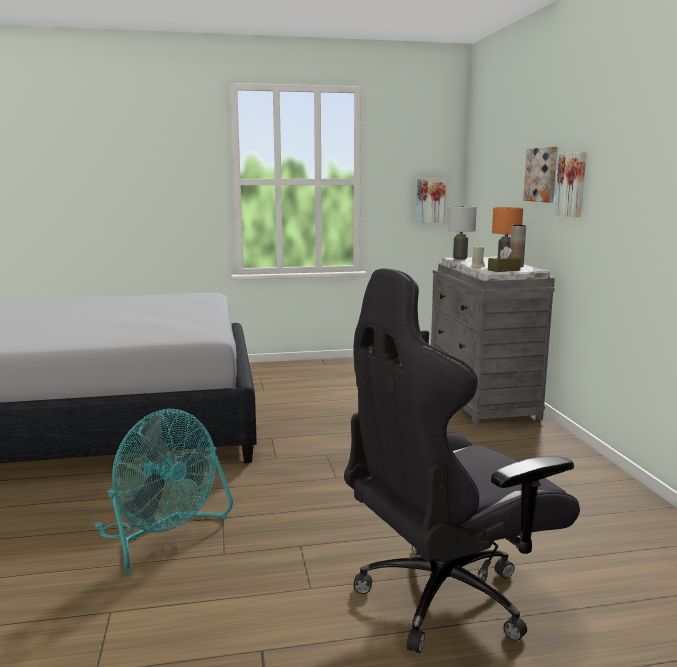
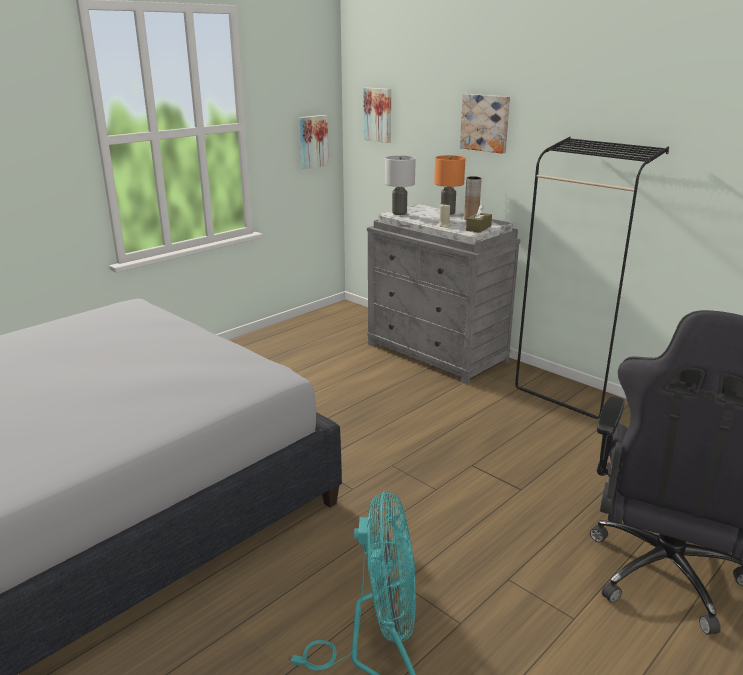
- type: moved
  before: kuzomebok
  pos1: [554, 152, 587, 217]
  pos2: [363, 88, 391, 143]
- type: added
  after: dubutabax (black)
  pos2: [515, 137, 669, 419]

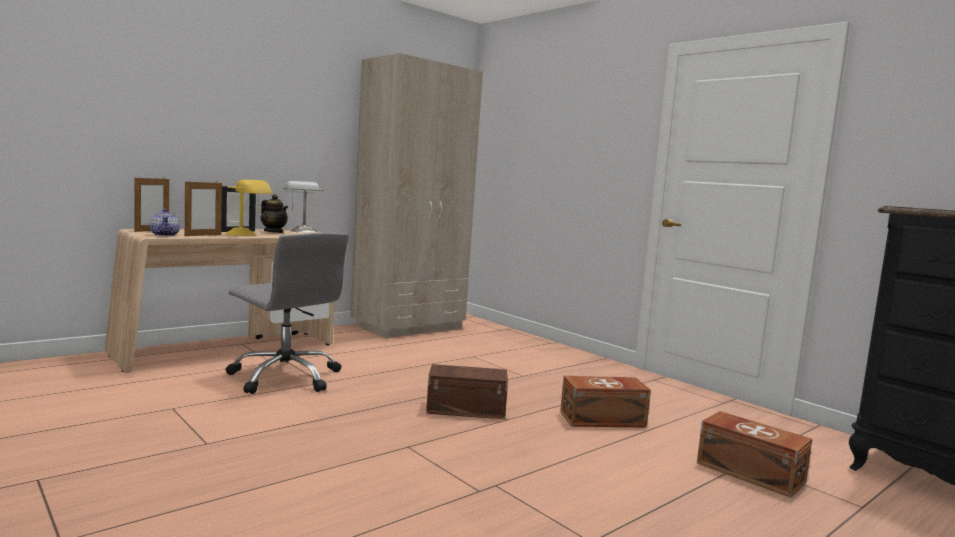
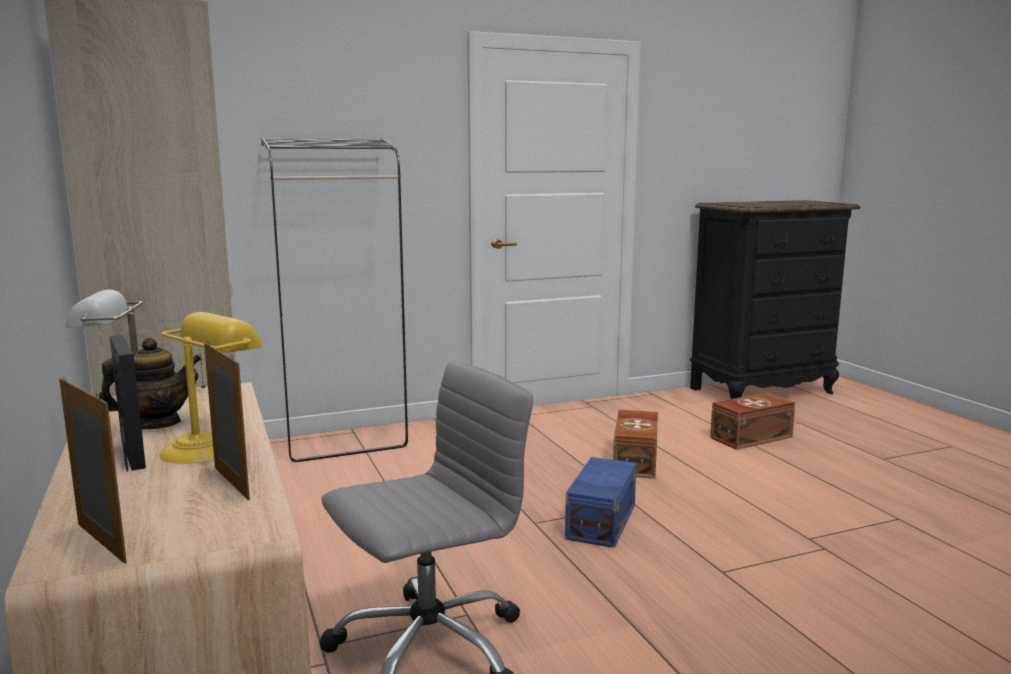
- type: removed
  before: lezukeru
  pos1: [150, 209, 180, 236]
- type: recoloured
  before: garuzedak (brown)
  after: garuzedak (blue)
  pos1: [426, 364, 508, 419]
  pos2: [565, 457, 636, 548]
- type: added
  after: dubutabax (black)
  pos2: [261, 137, 408, 462]

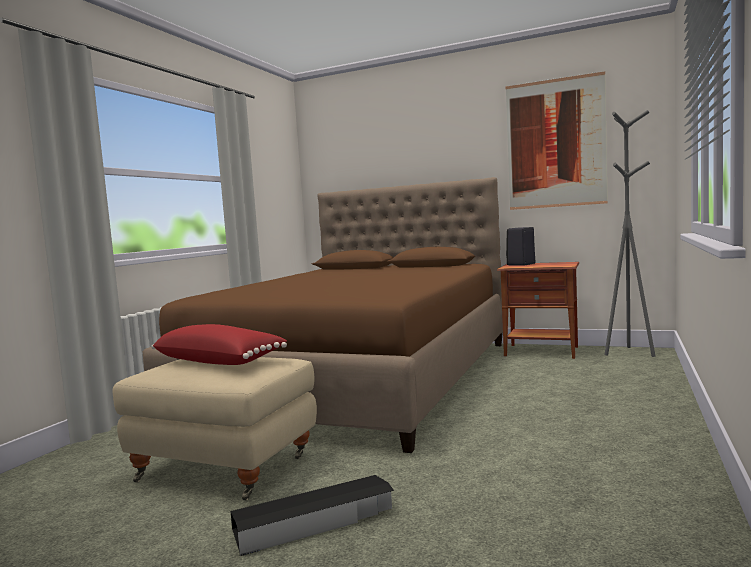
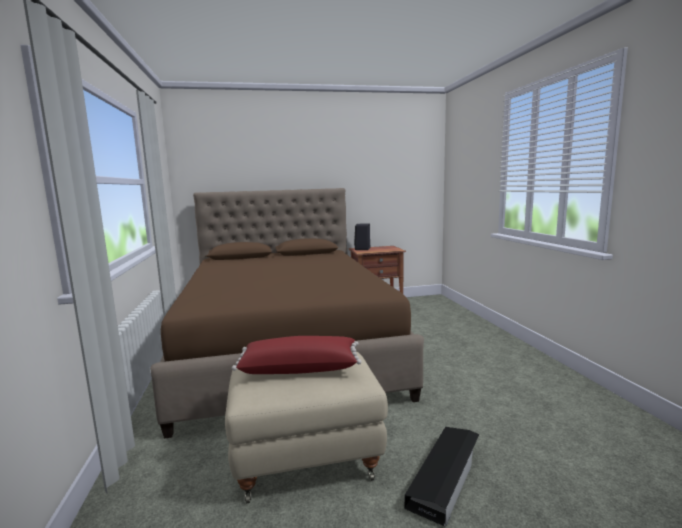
- type: removed
  before: kuzomebok
  pos1: [506, 71, 608, 210]
- type: removed
  before: dubutabax (grey)
  pos1: [604, 110, 656, 357]

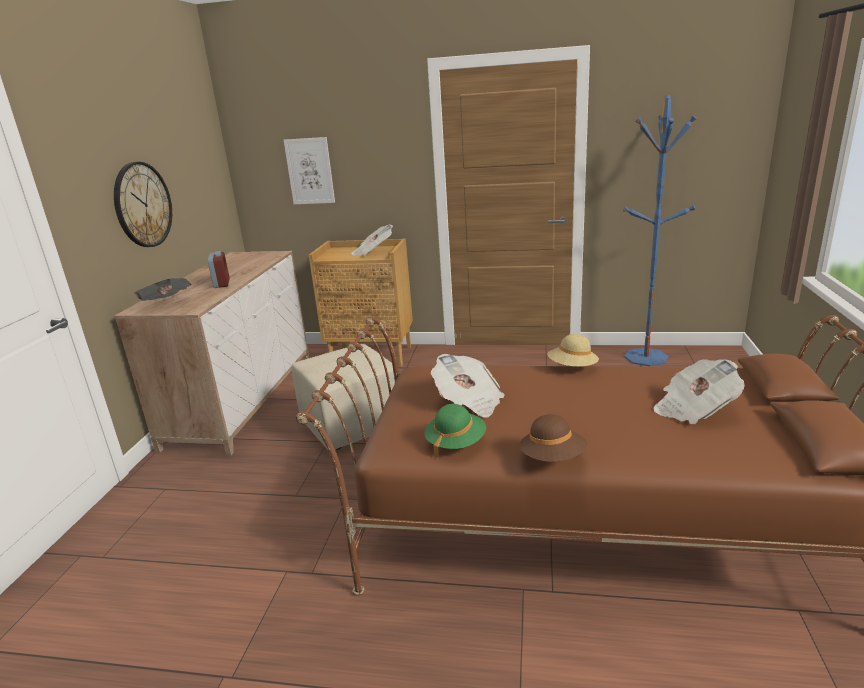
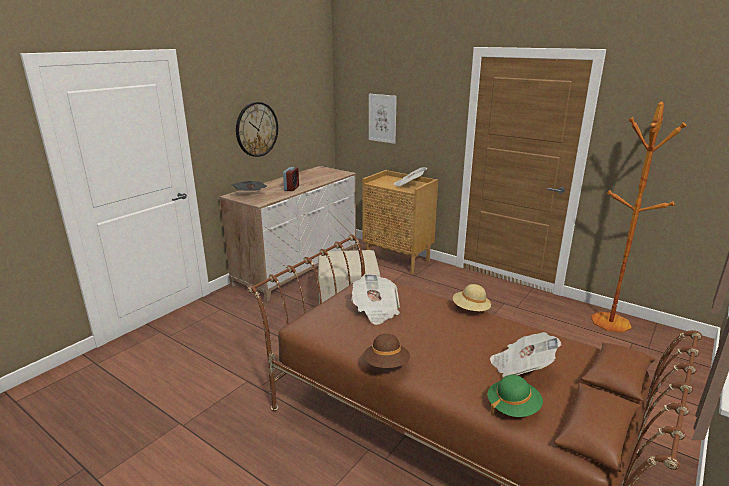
- type: recoloured
  before: dubutabax (blue)
  after: dubutabax (orange)
  pos1: [623, 95, 696, 366]
  pos2: [591, 102, 687, 333]
- type: moved
  before: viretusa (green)
  pos1: [424, 404, 486, 457]
  pos2: [487, 375, 543, 417]

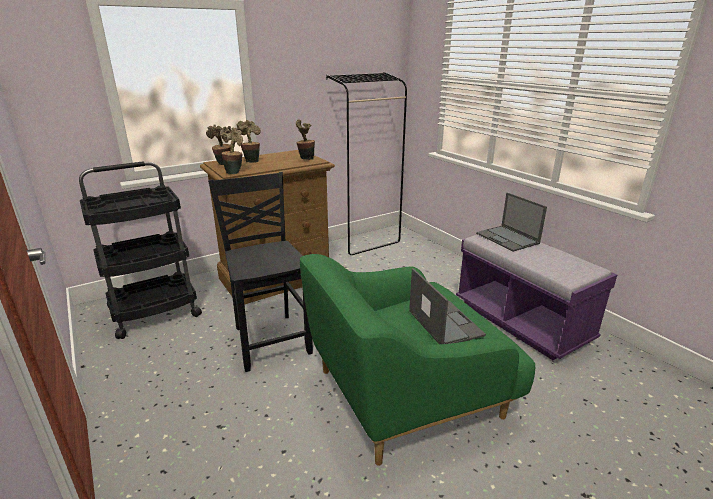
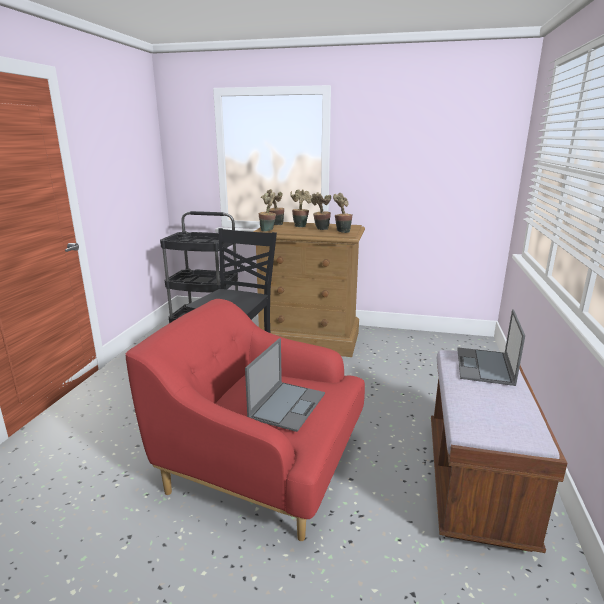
- type: removed
  before: dubutabax (black)
  pos1: [326, 72, 407, 255]
- type: recoloured
  before: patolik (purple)
  after: patolik (brown)
  pos1: [456, 234, 617, 360]
  pos2: [431, 350, 567, 553]
- type: recoloured
  before: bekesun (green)
  after: bekesun (red)
  pos1: [300, 254, 535, 466]
  pos2: [126, 299, 365, 541]
- type: added
  after: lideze
  pos2: [311, 192, 331, 230]

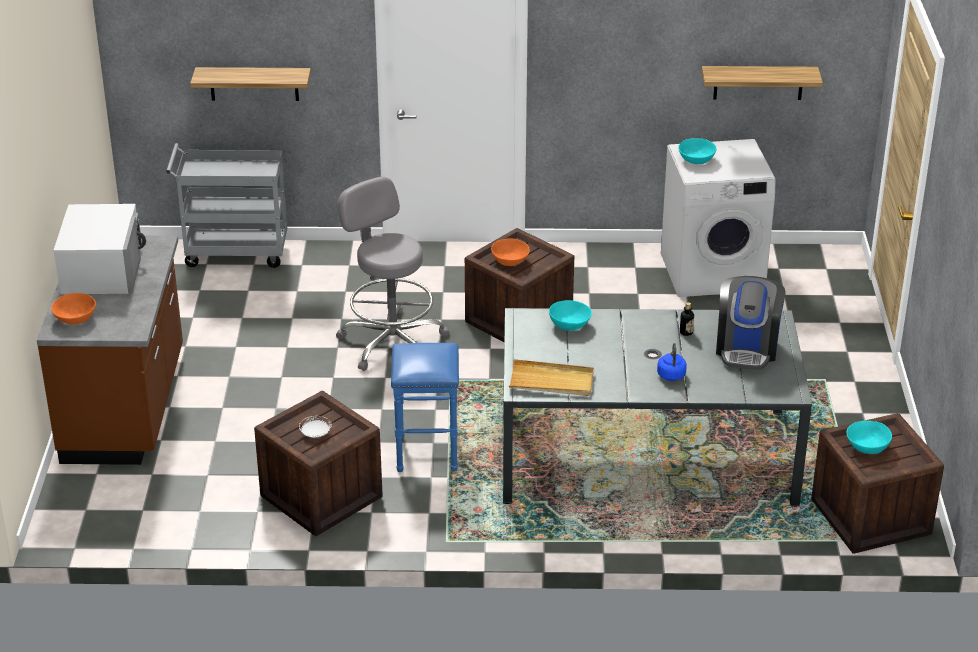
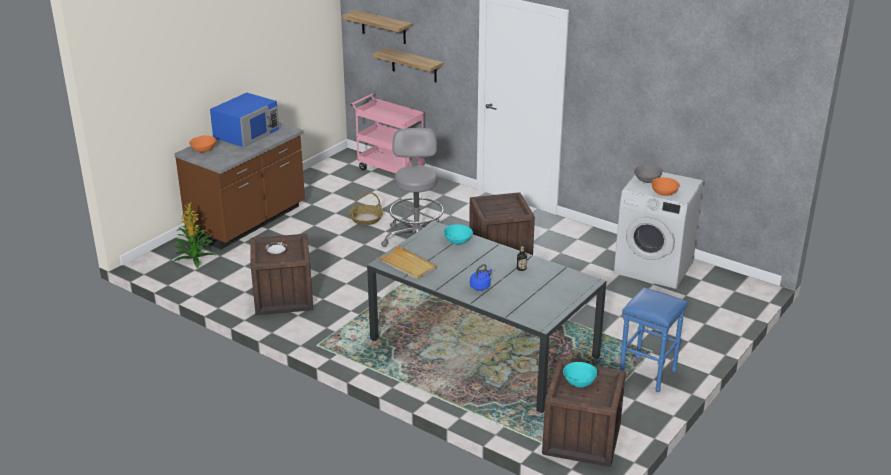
- type: moved
  before: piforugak
  pos1: [702, 66, 823, 100]
  pos2: [342, 10, 412, 44]
- type: recoloured
  before: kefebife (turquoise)
  after: kefebife (grey)
  pos1: [678, 138, 717, 164]
  pos2: [634, 165, 662, 183]
- type: recoloured
  before: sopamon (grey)
  after: sopamon (pink)
  pos1: [166, 143, 287, 268]
  pos2: [350, 93, 425, 173]
- type: recoloured
  before: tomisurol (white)
  after: tomisurol (blue)
  pos1: [54, 204, 146, 294]
  pos2: [210, 93, 279, 148]
- type: moved
  before: kefebife (orange)
  pos1: [491, 238, 530, 266]
  pos2: [651, 177, 680, 196]
- type: removed
  before: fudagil
  pos1: [716, 276, 786, 370]
- type: moved
  before: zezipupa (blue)
  pos1: [391, 343, 459, 472]
  pos2: [620, 288, 688, 392]
- type: added
  after: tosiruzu
  pos2: [349, 192, 383, 225]
- type: added
  after: lideze
  pos2: [173, 201, 216, 268]

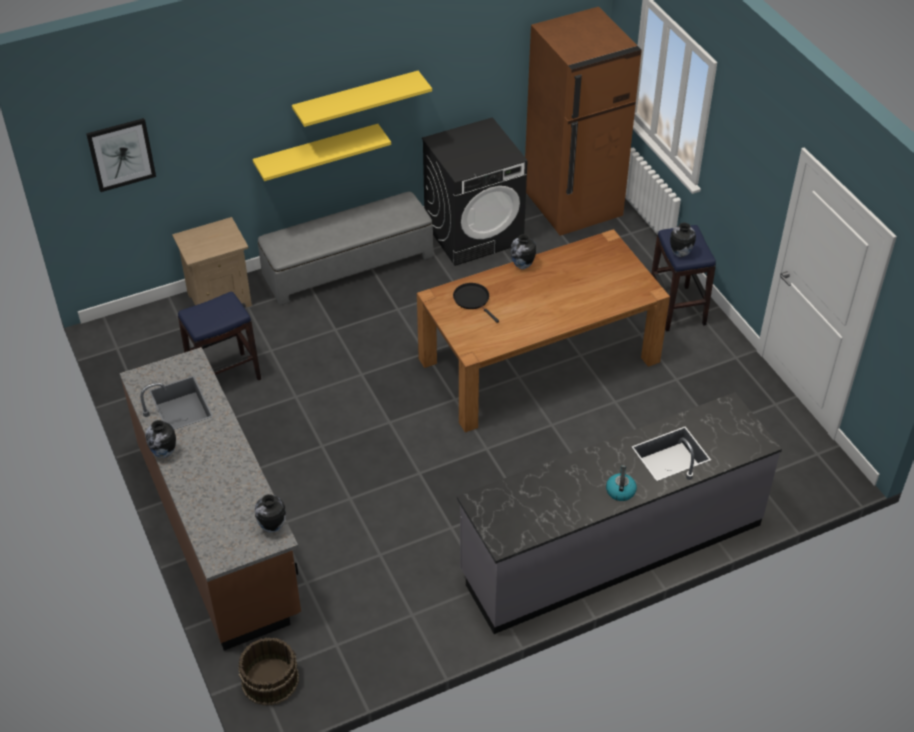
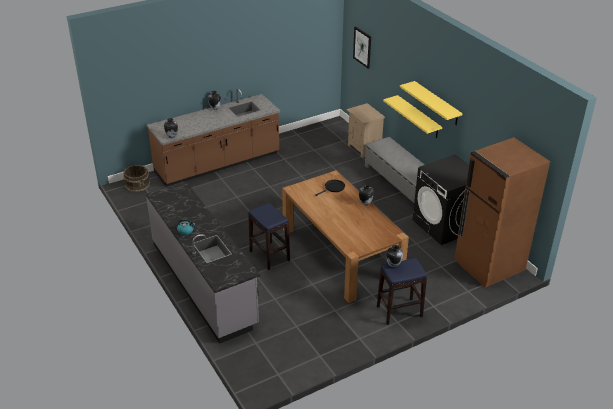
- type: moved
  before: zezipupa
  pos1: [178, 291, 261, 380]
  pos2: [248, 203, 290, 270]

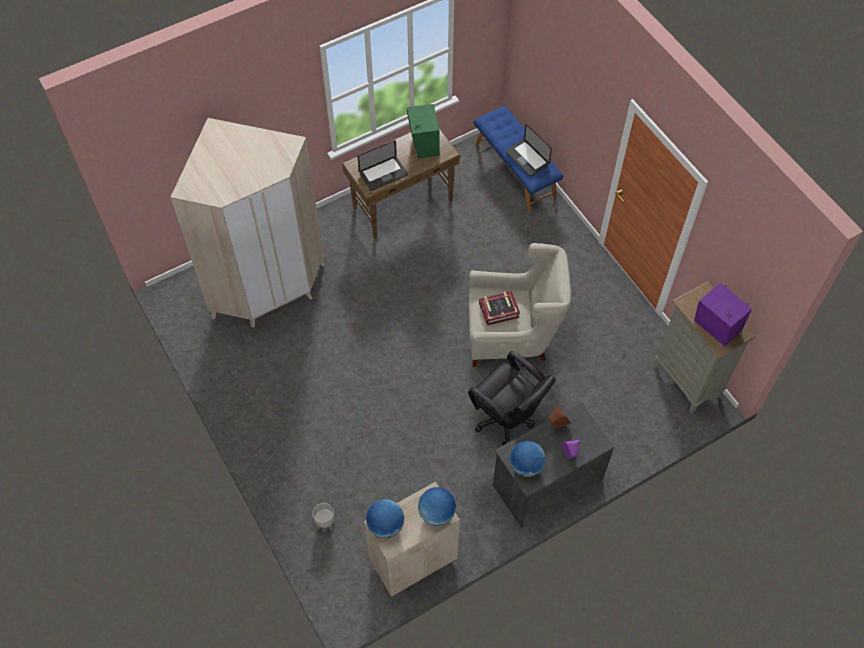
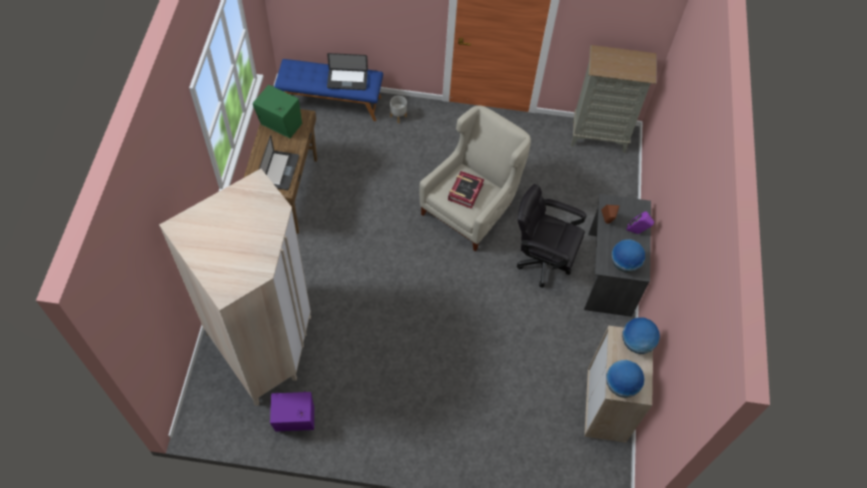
- type: moved
  before: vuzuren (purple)
  pos1: [694, 283, 752, 346]
  pos2: [270, 391, 314, 431]
- type: turned
  before: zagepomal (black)
  pos1: [468, 351, 556, 446]
  pos2: [517, 184, 586, 288]
  turn: -150
- type: moved
  before: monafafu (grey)
  pos1: [313, 503, 335, 531]
  pos2: [390, 96, 407, 123]

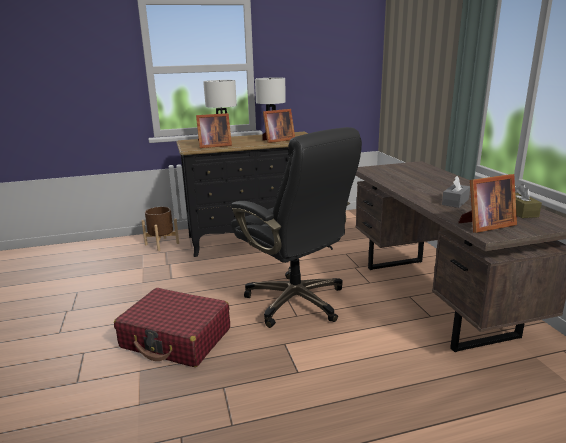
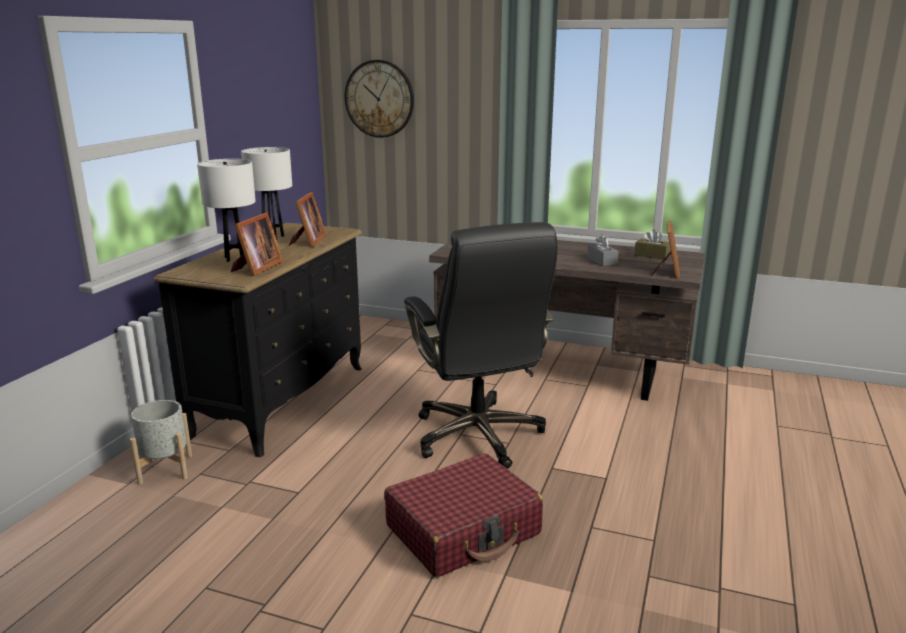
- type: turned
  before: zagepomal (black)
  pos1: [231, 127, 362, 328]
  pos2: [404, 222, 558, 469]
  turn: 75
- type: recoloured
  before: monafafu (brown)
  after: monafafu (grey)
  pos1: [141, 207, 179, 251]
  pos2: [130, 400, 192, 485]
- type: added
  after: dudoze
  pos2: [344, 60, 414, 138]

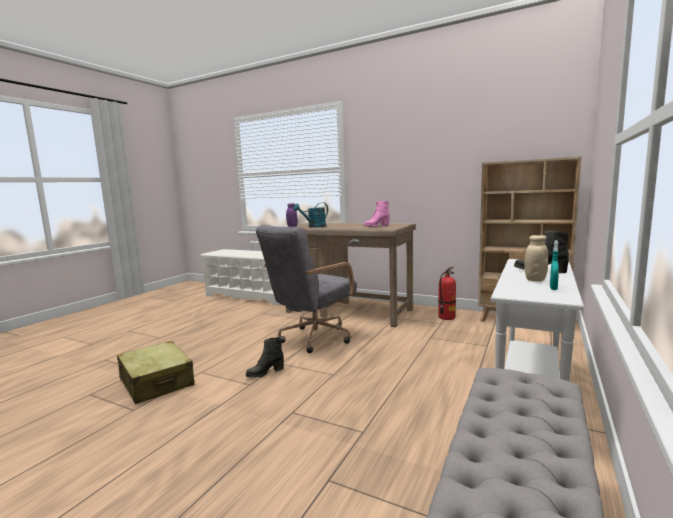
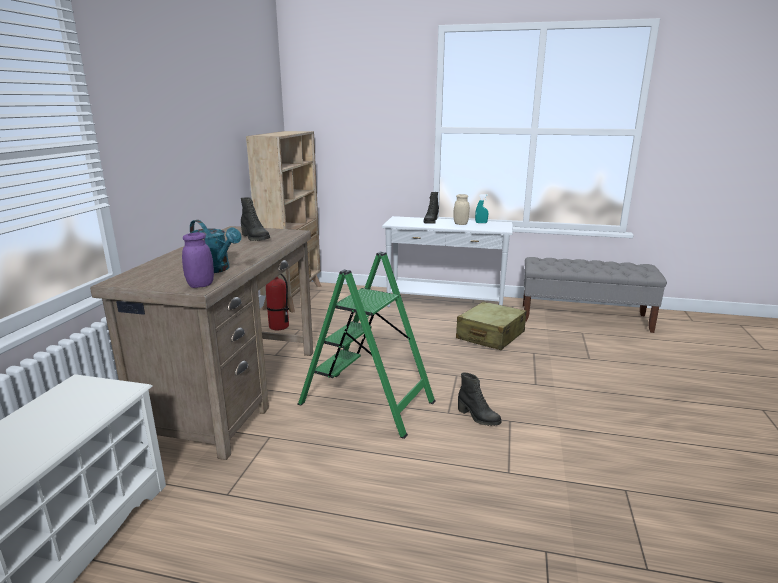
- type: recoloured
  before: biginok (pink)
  after: biginok (black)
  pos1: [364, 201, 390, 227]
  pos2: [241, 197, 270, 241]
- type: replaced
  before: zagepomal (grey)
  after: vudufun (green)
  pos1: [256, 225, 357, 353]
  pos2: [297, 251, 436, 439]
- type: moved
  before: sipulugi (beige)
  pos1: [117, 341, 195, 404]
  pos2: [456, 301, 526, 350]

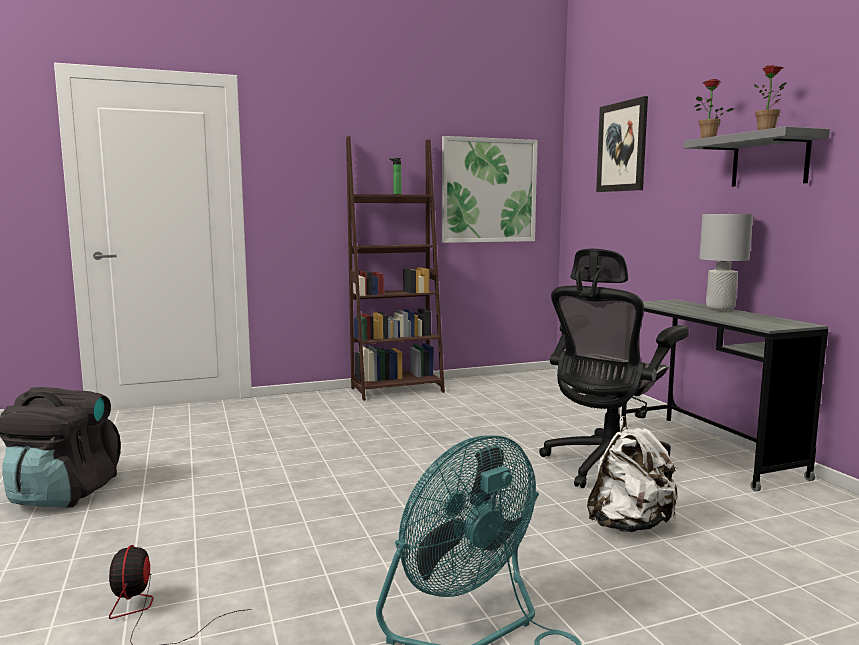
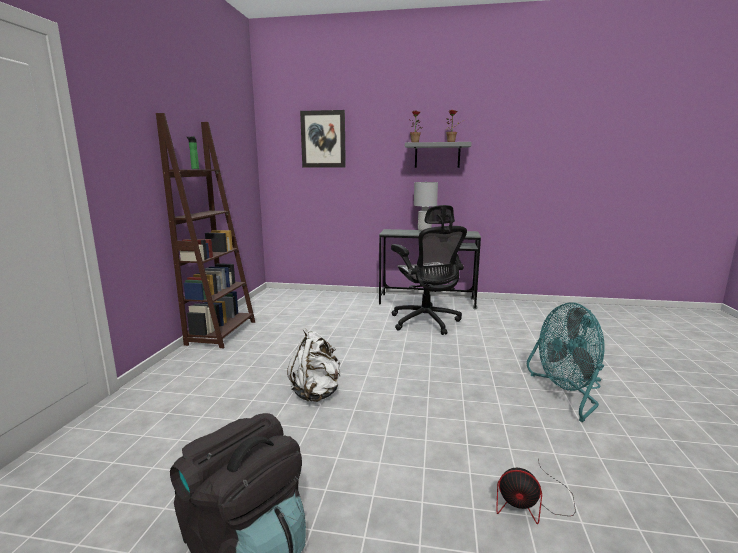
- type: removed
  before: kuzomebok
  pos1: [442, 136, 538, 243]
- type: moved
  before: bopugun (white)
  pos1: [587, 416, 678, 532]
  pos2: [287, 328, 341, 402]

